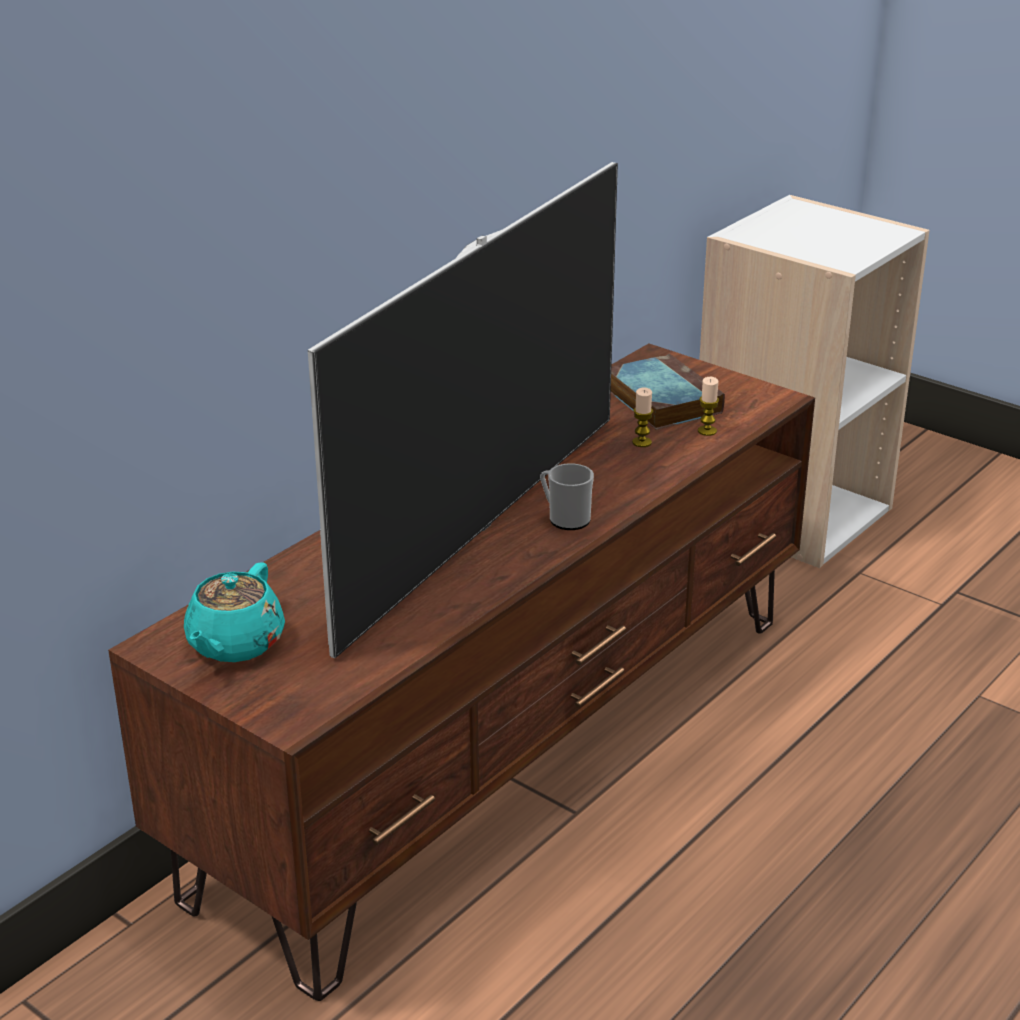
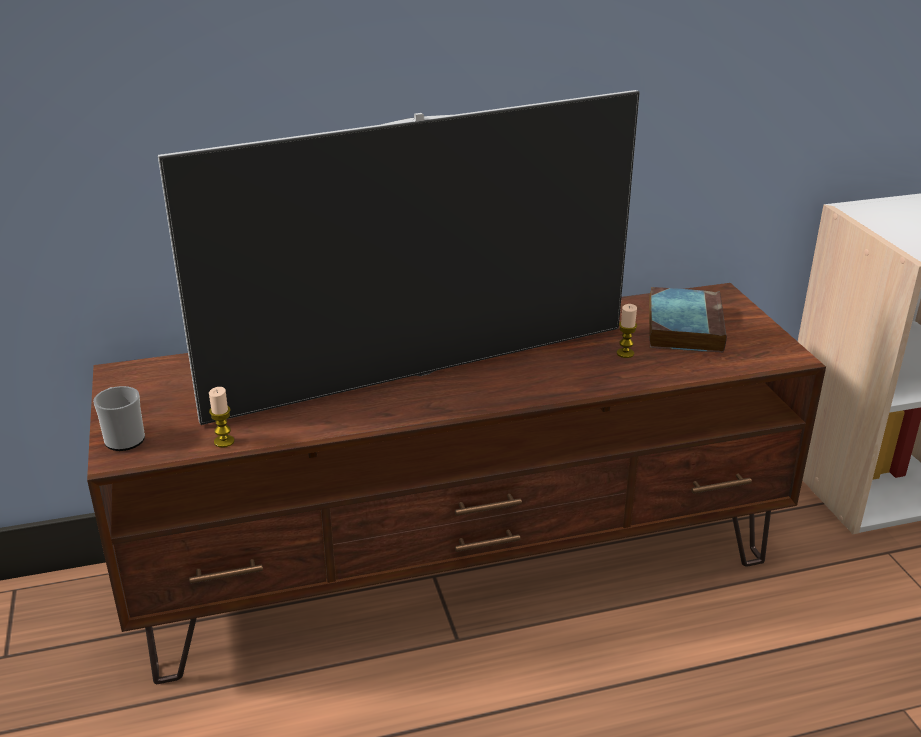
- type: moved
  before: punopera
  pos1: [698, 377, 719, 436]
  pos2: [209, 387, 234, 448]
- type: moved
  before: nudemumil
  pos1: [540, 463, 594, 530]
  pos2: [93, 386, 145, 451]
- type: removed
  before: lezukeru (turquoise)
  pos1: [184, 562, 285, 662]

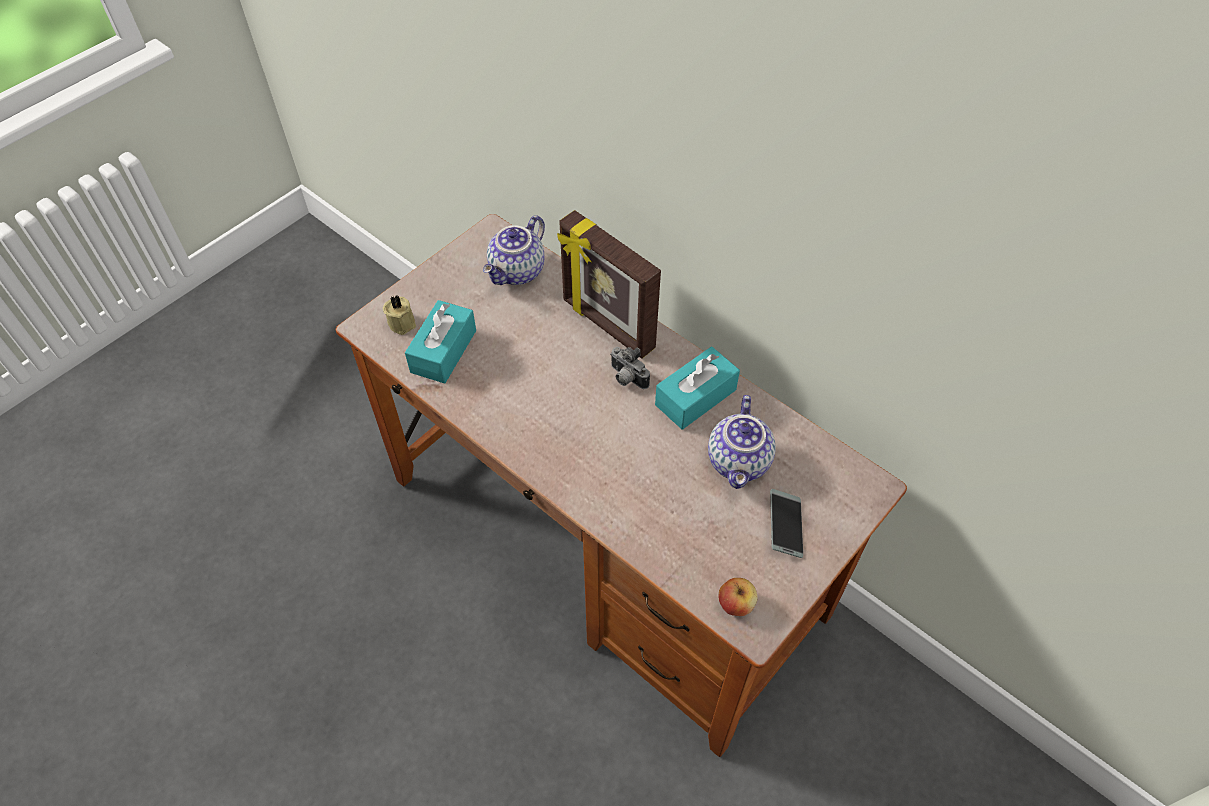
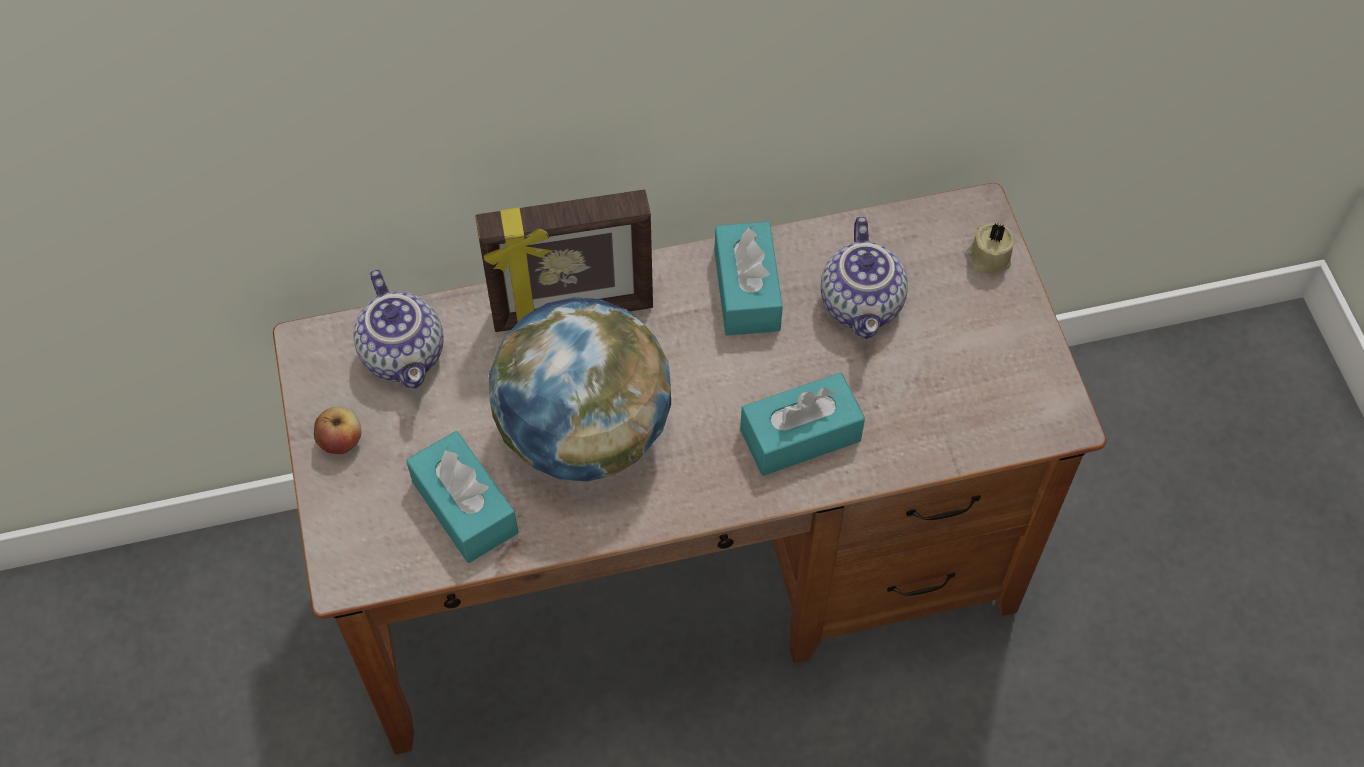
- type: moved
  before: punopera (beige)
  pos1: [383, 296, 416, 335]
  pos2: [967, 223, 1015, 274]
- type: removed
  before: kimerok
  pos1: [610, 347, 650, 389]
- type: turned
  before: lezukeru
  pos1: [708, 395, 776, 489]
  pos2: [821, 217, 908, 339]
  turn: 45
- type: removed
  before: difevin
  pos1: [770, 489, 803, 558]
- type: moved
  before: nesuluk
  pos1: [719, 578, 758, 616]
  pos2: [314, 407, 362, 454]
- type: added
  after: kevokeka
  pos2: [489, 297, 671, 482]
- type: added
  after: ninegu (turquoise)
  pos2: [740, 373, 865, 476]

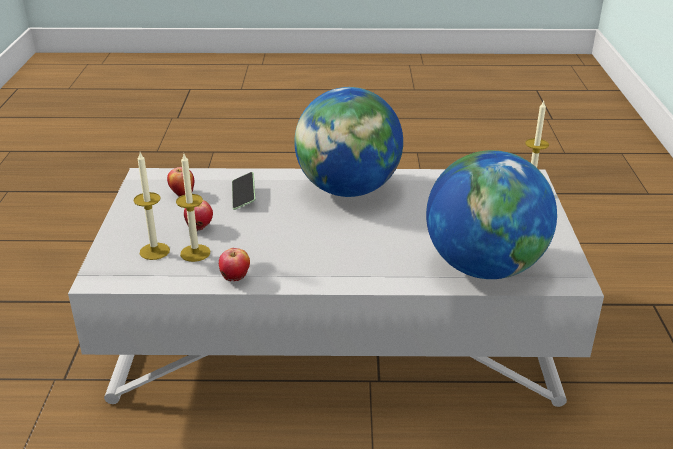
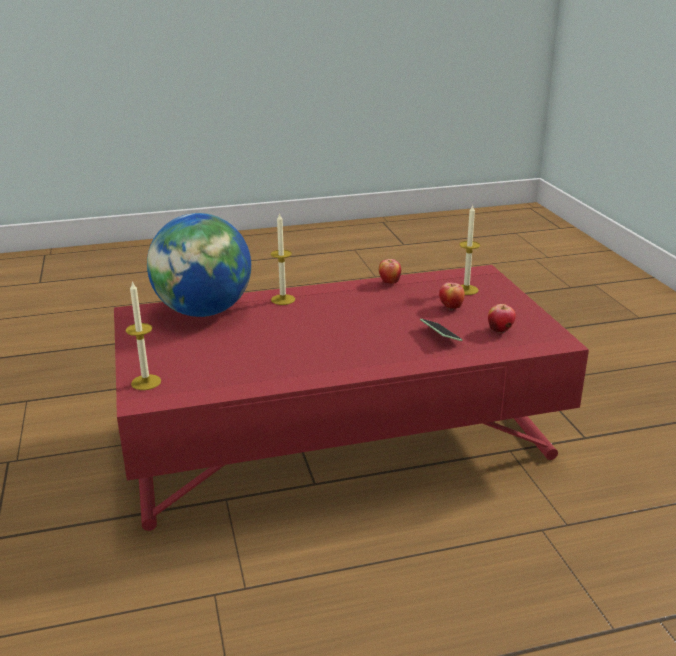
- type: removed
  before: kevokeka
  pos1: [294, 87, 403, 197]
- type: moved
  before: punopera
  pos1: [176, 154, 210, 262]
  pos2: [271, 212, 295, 305]
- type: recoloured
  before: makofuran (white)
  after: makofuran (red)
  pos1: [68, 168, 604, 407]
  pos2: [114, 265, 589, 531]

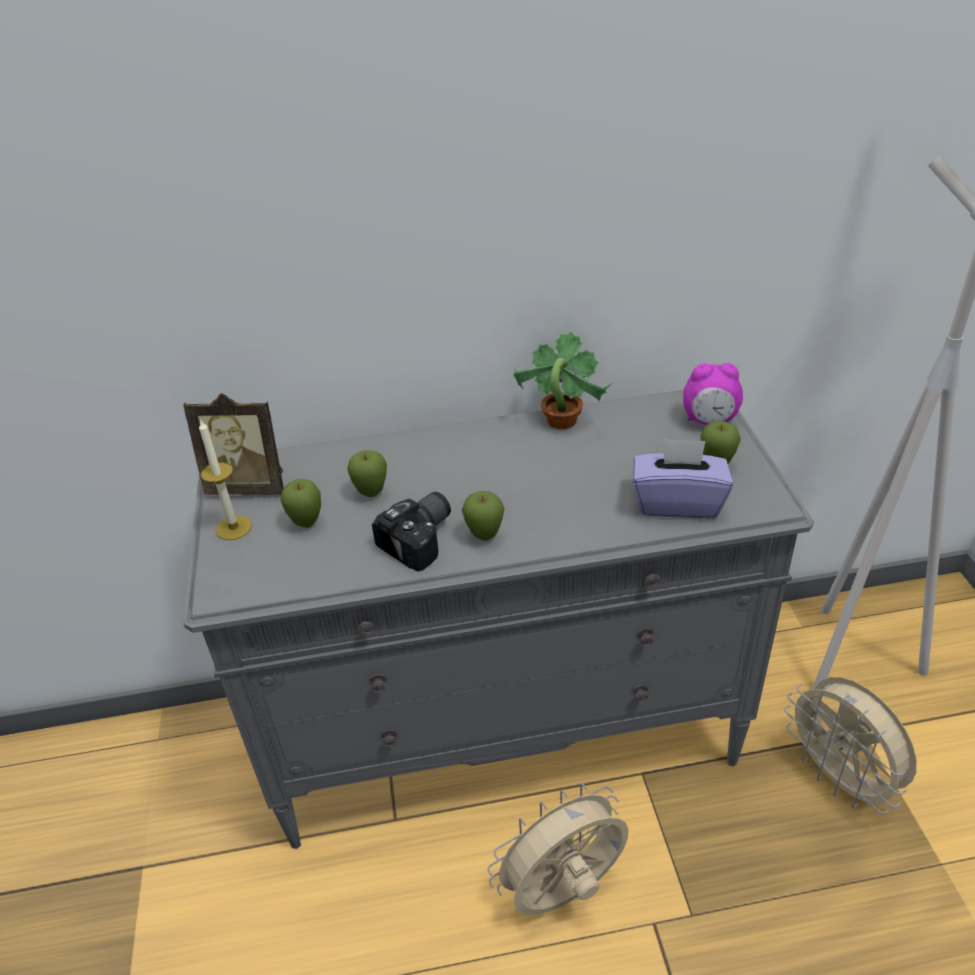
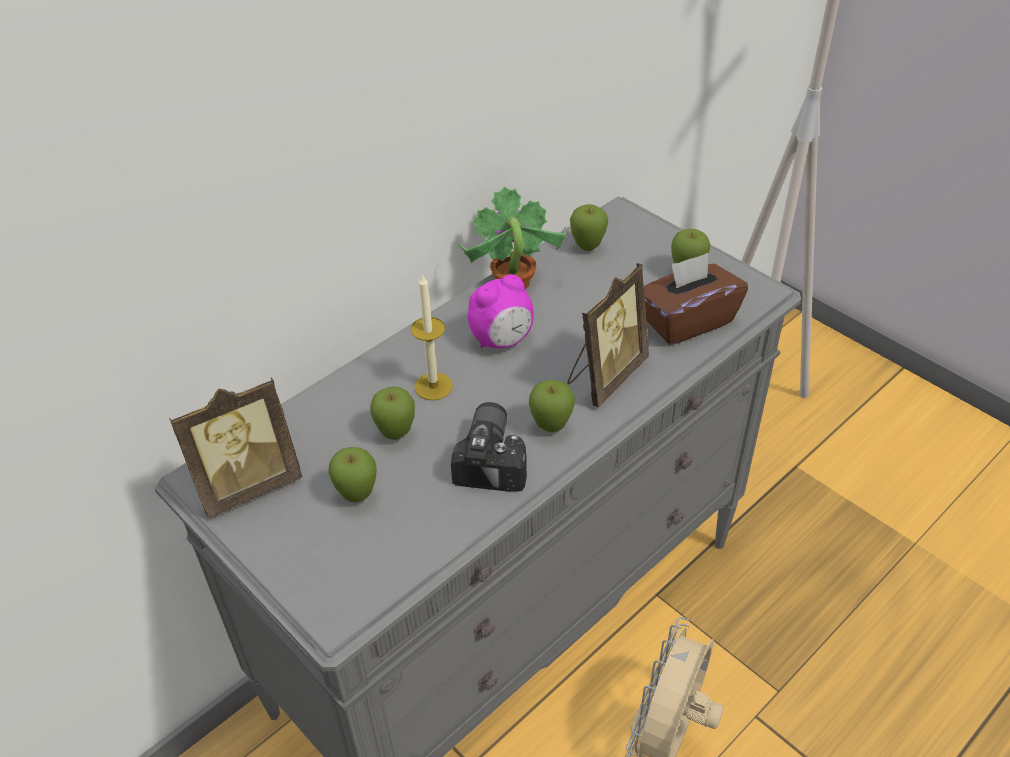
- type: moved
  before: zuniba
  pos1: [683, 363, 743, 425]
  pos2: [468, 274, 534, 348]
- type: moved
  before: punopera
  pos1: [199, 419, 252, 540]
  pos2: [411, 273, 453, 401]
- type: recoloured
  before: ninegu (purple)
  after: ninegu (brown)
  pos1: [633, 438, 733, 519]
  pos2: [644, 253, 748, 345]
- type: removed
  before: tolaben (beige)
  pos1: [784, 677, 917, 814]
- type: added
  after: nesuluk
  pos2: [570, 204, 608, 251]
- type: added
  after: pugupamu
  pos2: [567, 263, 649, 407]

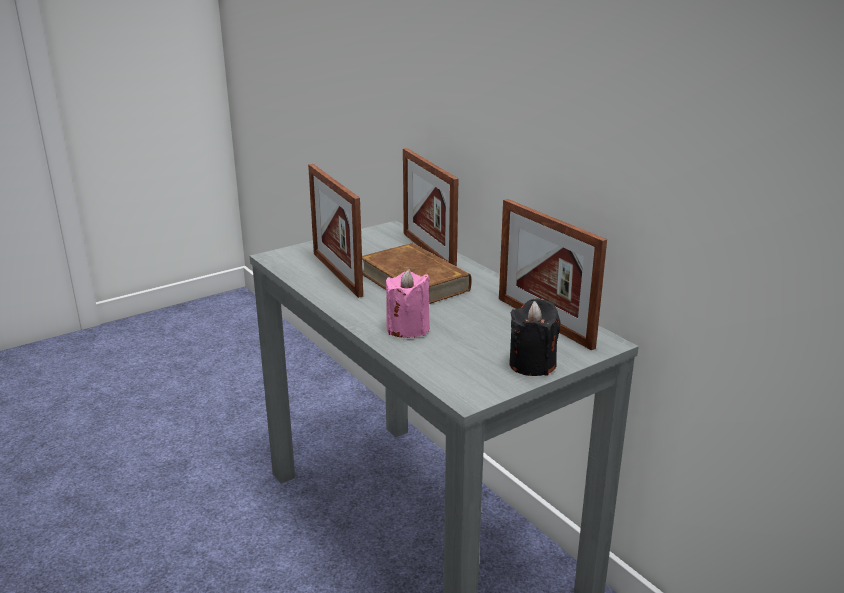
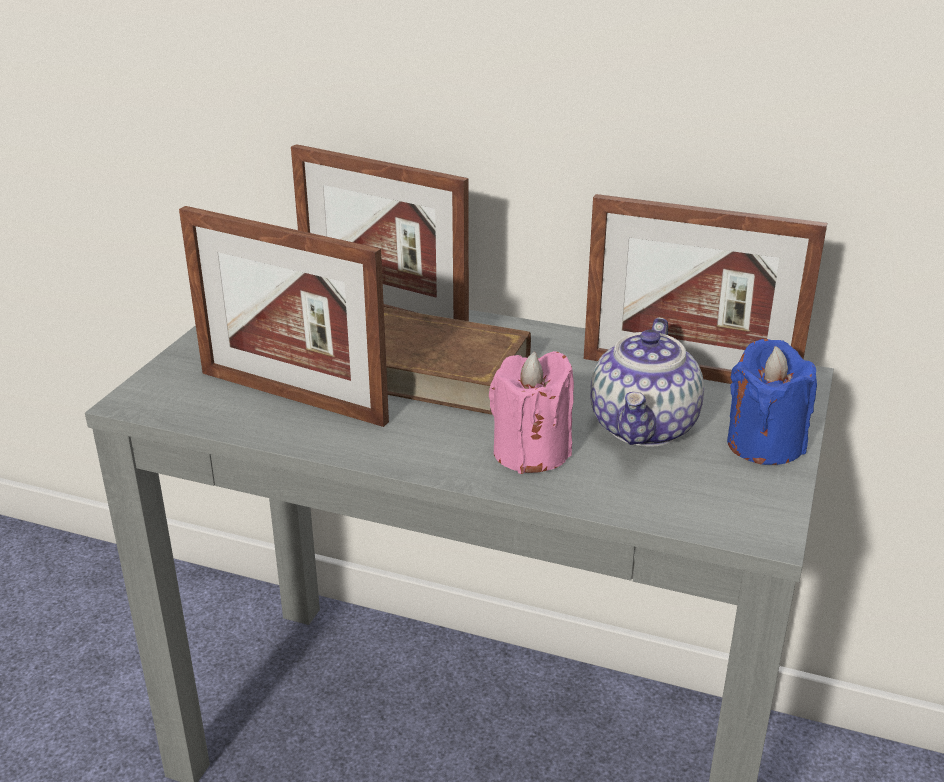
- type: recoloured
  before: punopera (black)
  after: punopera (blue)
  pos1: [509, 298, 561, 376]
  pos2: [727, 339, 817, 465]
- type: added
  after: lezukeru
  pos2: [590, 318, 704, 447]

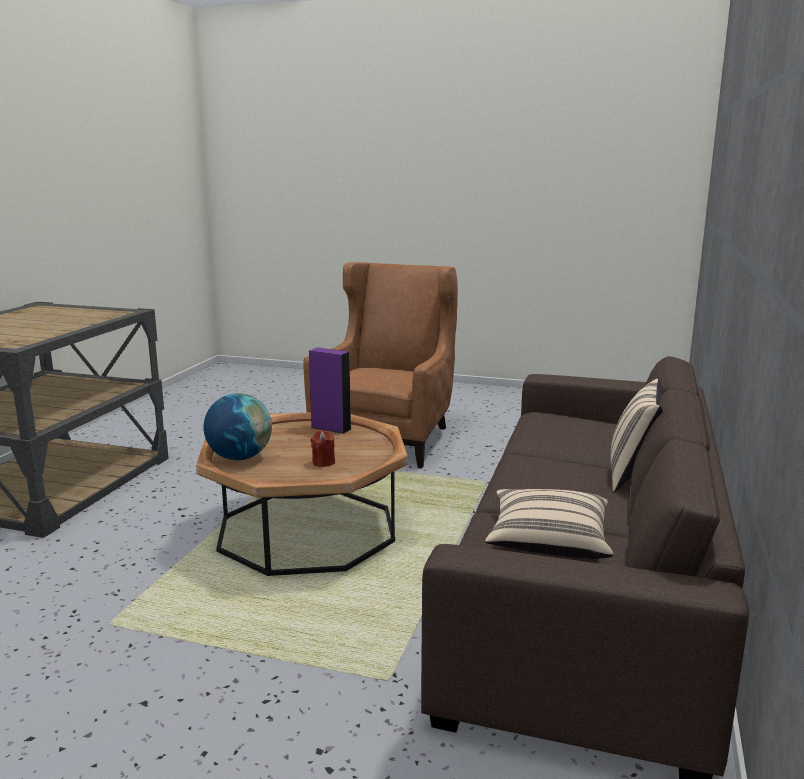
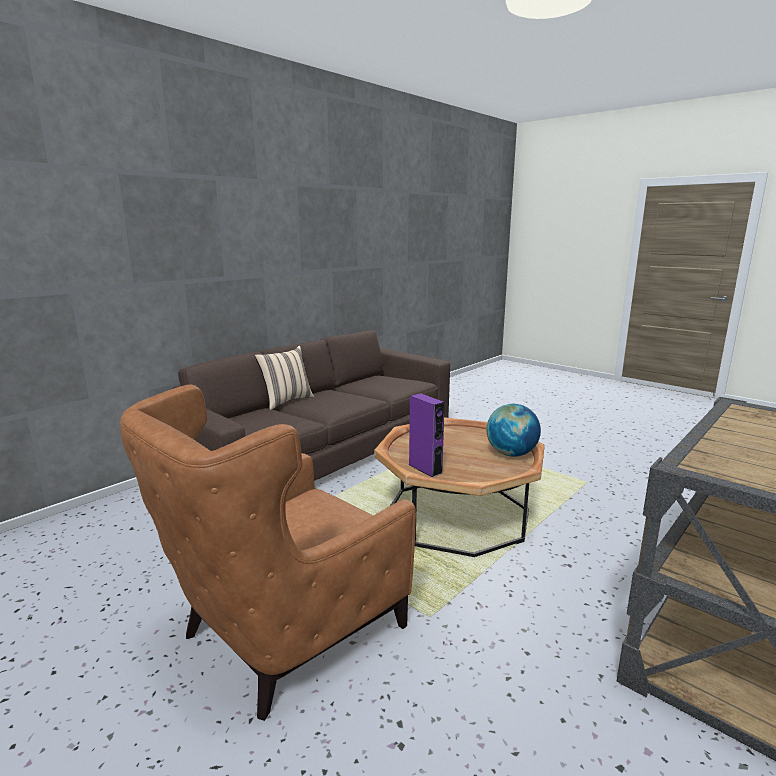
- type: removed
  before: punopera (red)
  pos1: [311, 430, 335, 467]
- type: removed
  before: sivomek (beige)
  pos1: [485, 489, 613, 559]

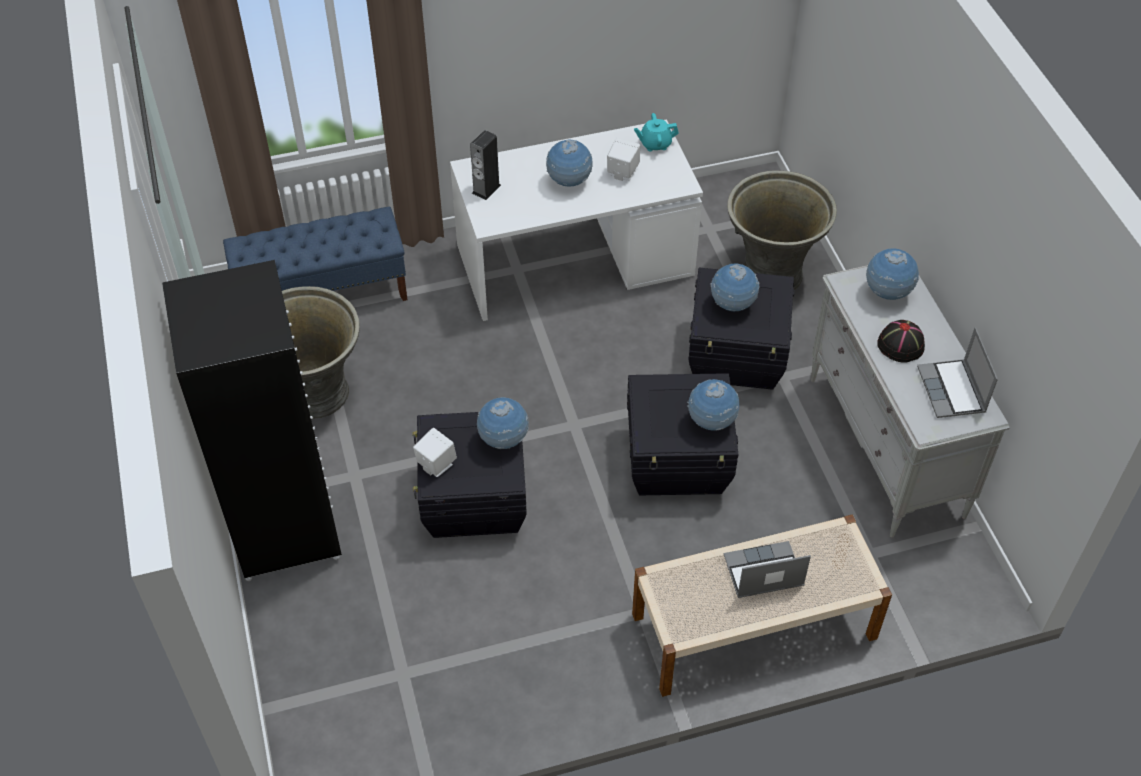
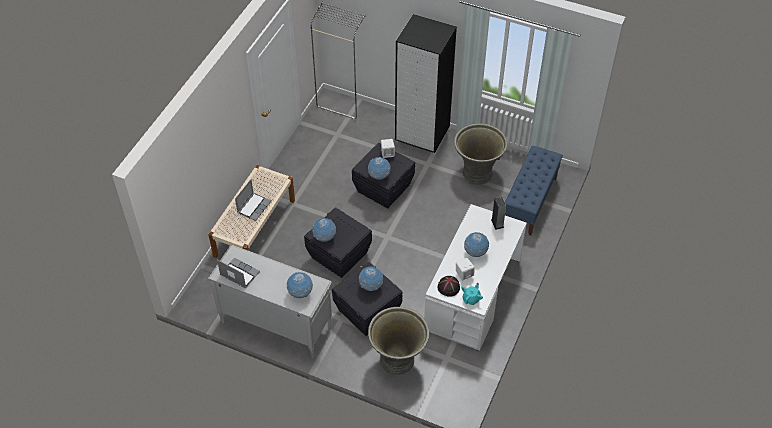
- type: moved
  before: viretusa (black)
  pos1: [877, 320, 925, 363]
  pos2: [438, 276, 460, 297]
- type: added
  after: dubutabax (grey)
  pos2: [311, 2, 365, 119]

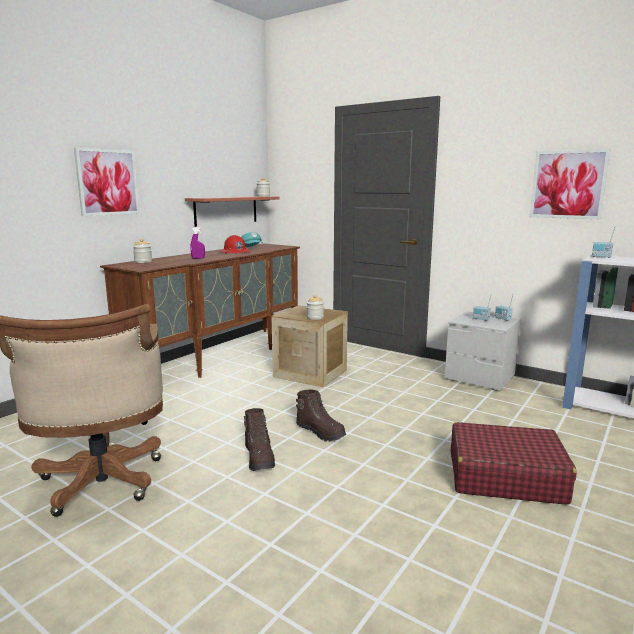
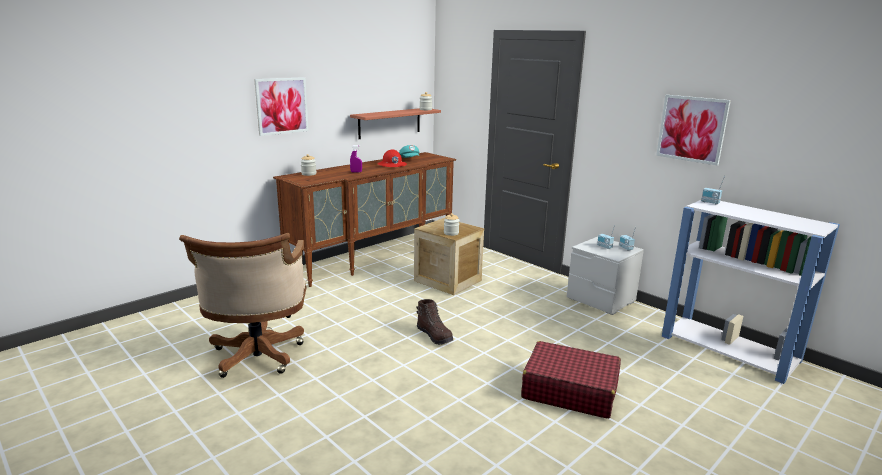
- type: removed
  before: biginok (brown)
  pos1: [244, 408, 275, 471]

